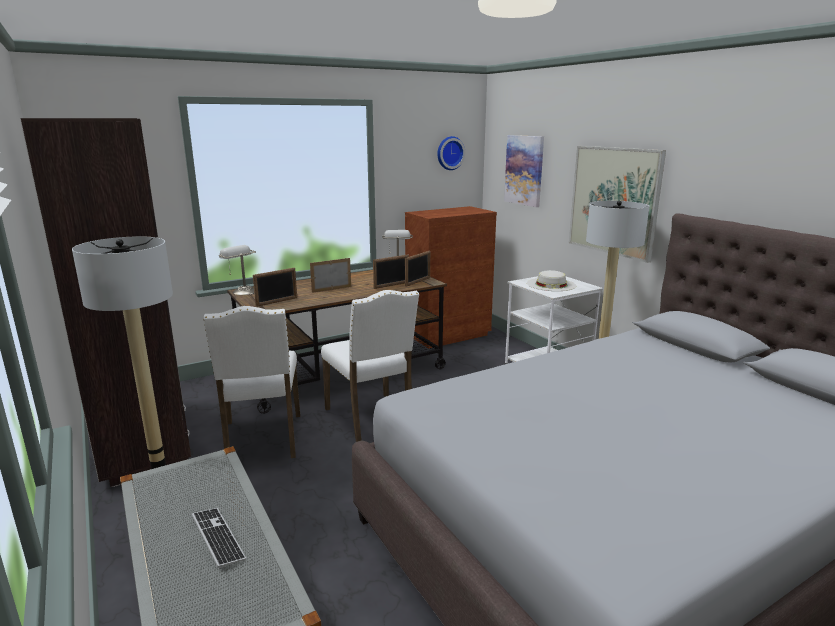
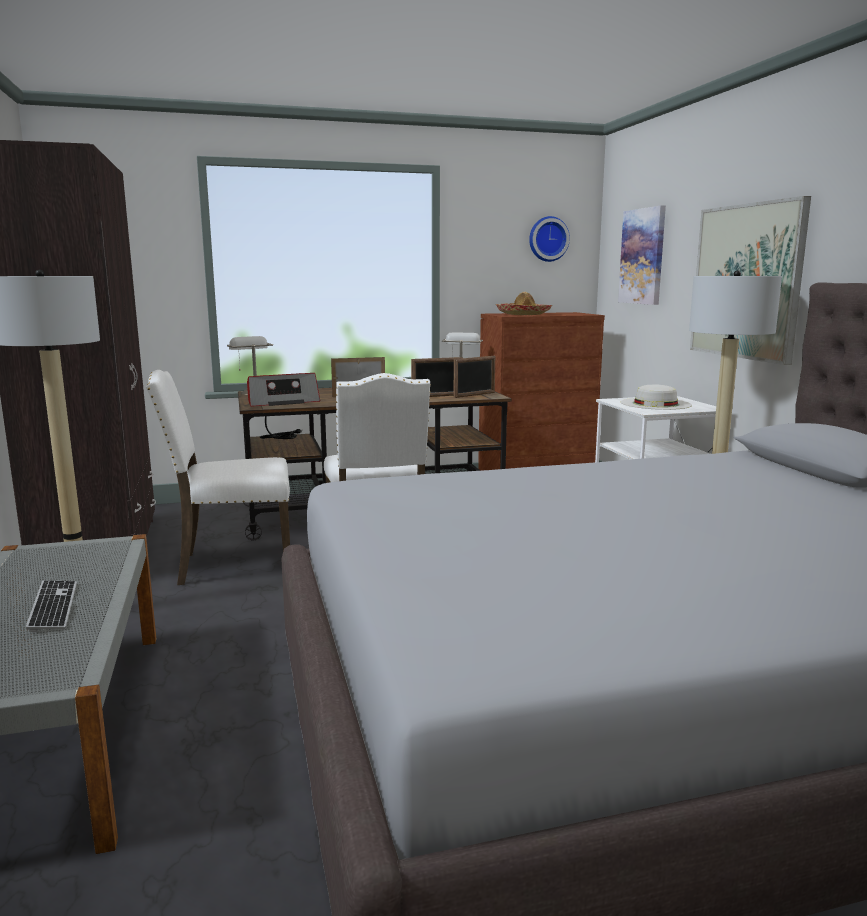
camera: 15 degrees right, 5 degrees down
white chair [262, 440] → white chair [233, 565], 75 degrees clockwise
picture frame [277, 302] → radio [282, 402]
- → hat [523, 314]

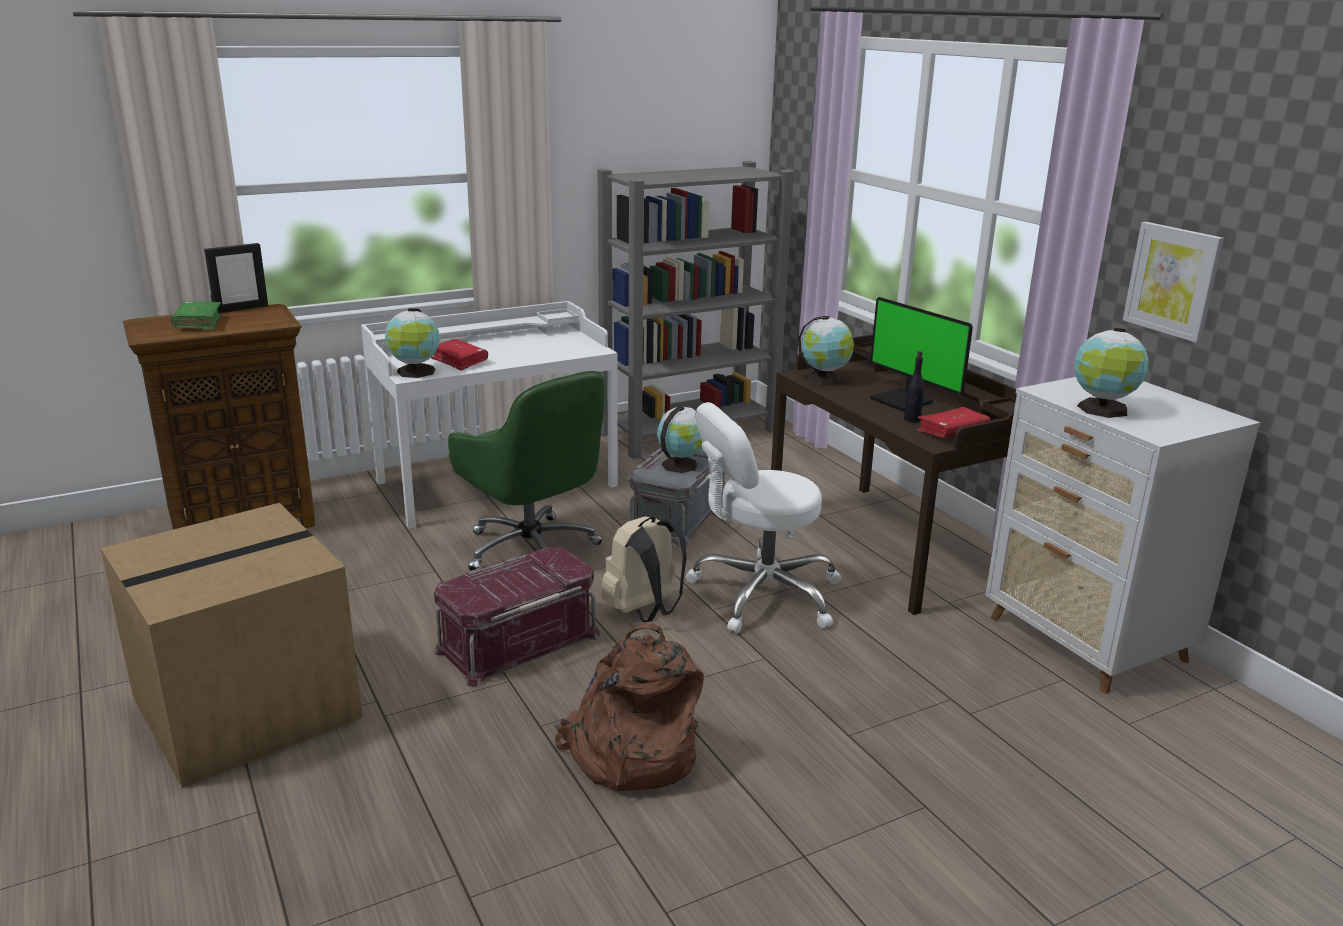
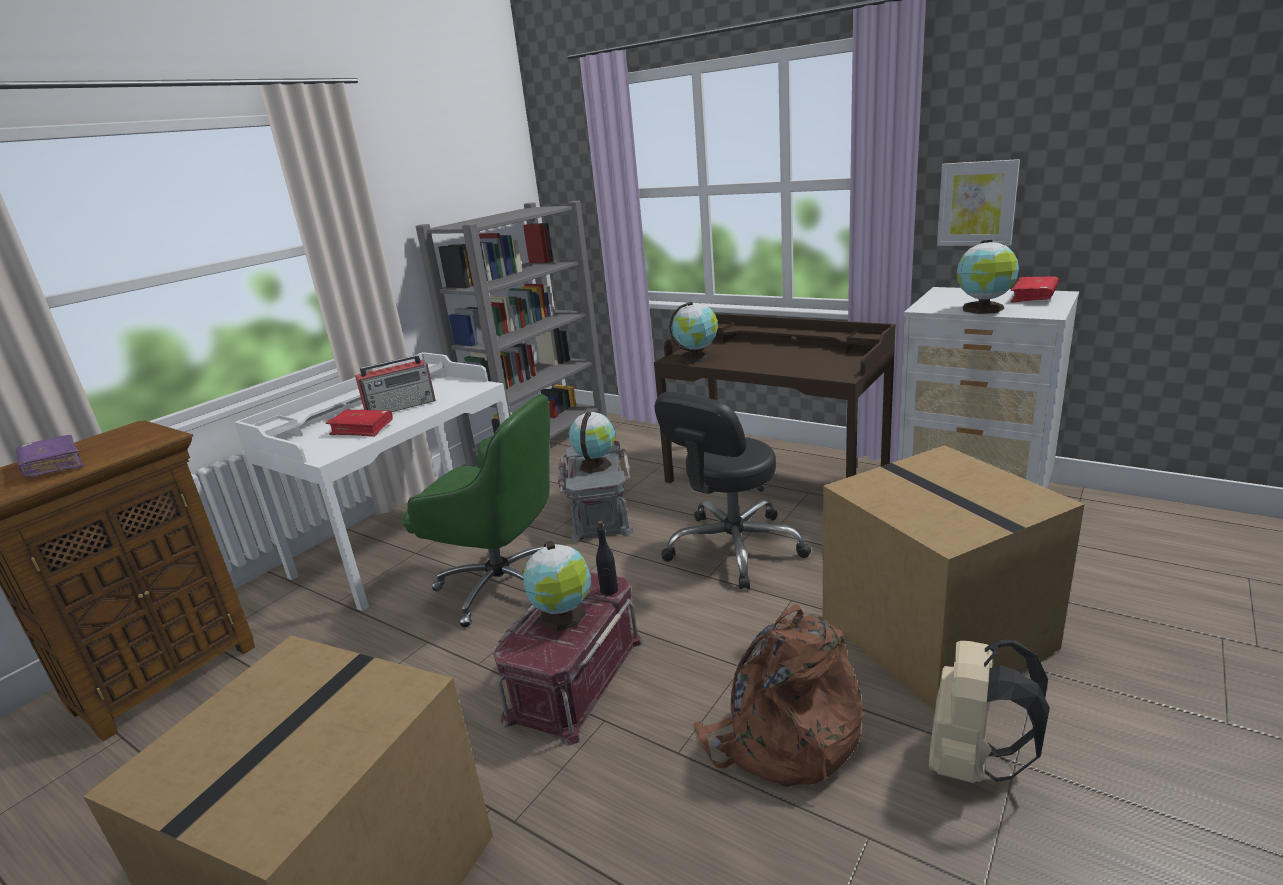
camera: 25 degrees left, 0 degrees up
green book [198, 323] → purple book [53, 465]
- → radio [401, 406]
globe [415, 372] → globe [563, 617], shifted
black bottle [912, 420] → black bottle [609, 590], shifted
white office chair [758, 596] → black office chair [731, 551]
- → cardboard box [939, 633]
beige backpack [645, 612] → beige backpack [973, 762], shifted
red book [952, 432] → red book [1033, 297], shifted
picture frame [241, 308] → -
monitor [904, 400] → -

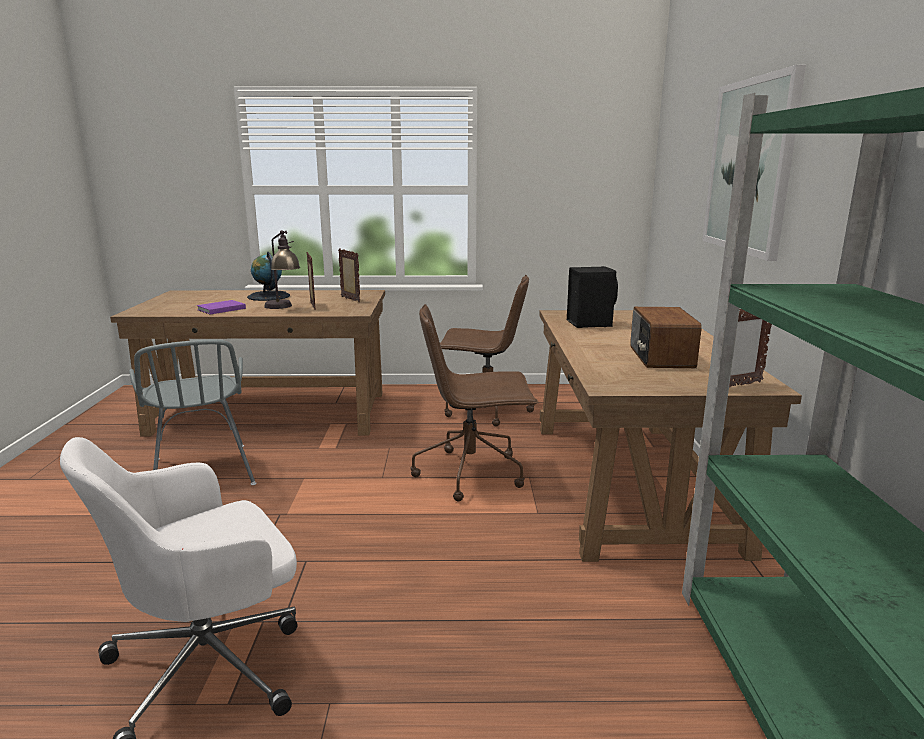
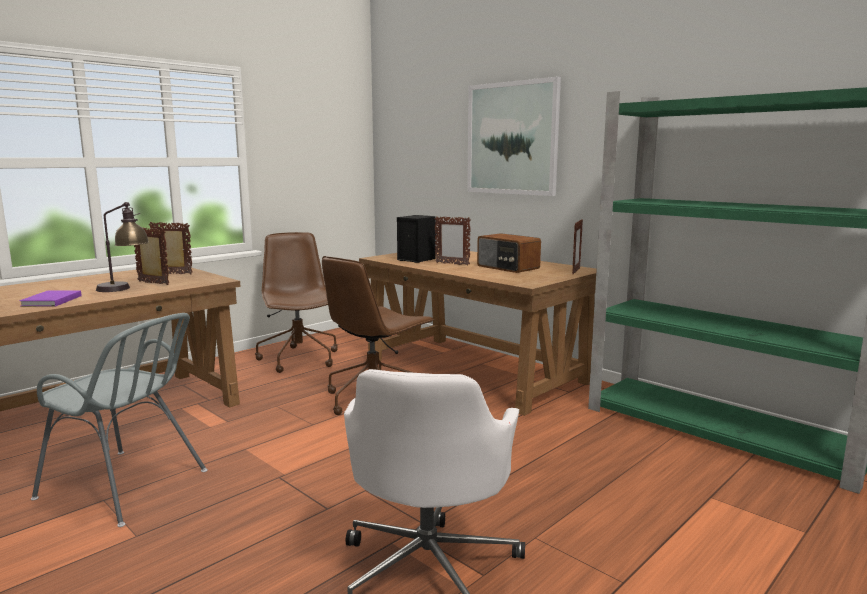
camera: 45 degrees left, 5 degrees down
brown office chair [482, 409] → brown office chair [300, 360], 75 degrees counterclockwise
- → picture frame [452, 264]
globe [268, 296] → -

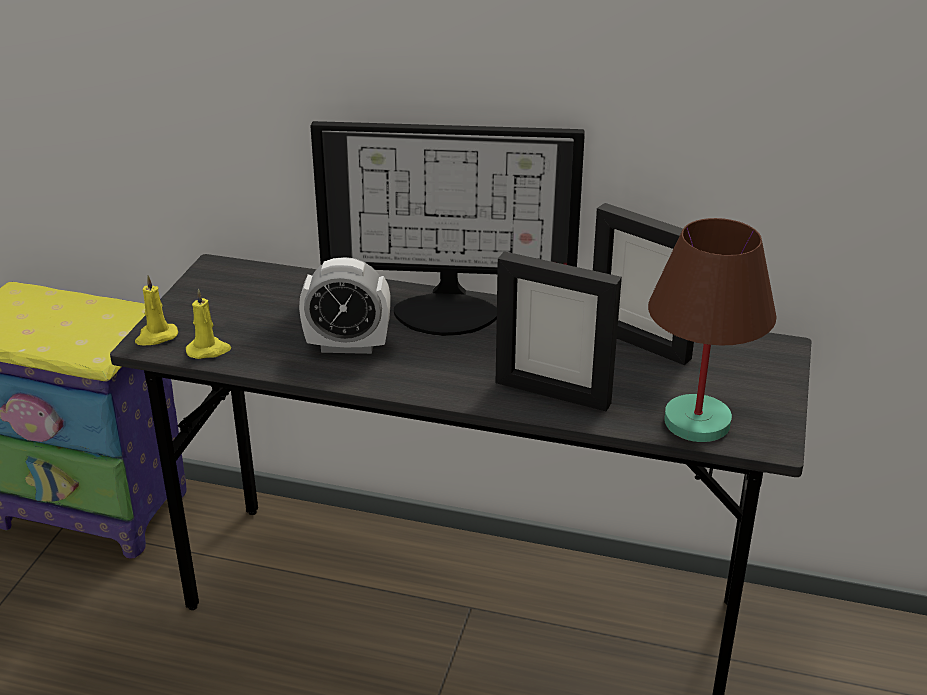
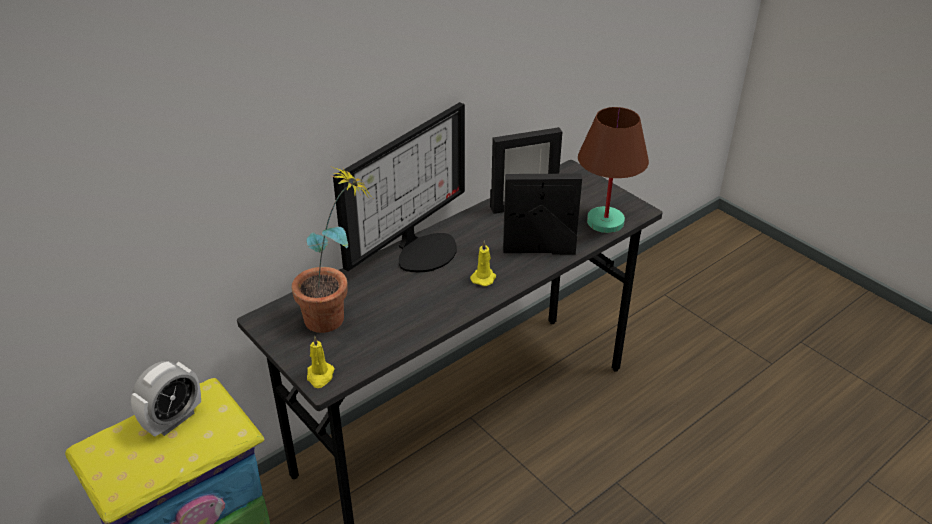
camera: 55 degrees left, 5 degrees up
alarm clock [347, 346] → alarm clock [173, 420], shifted
- → potted plant [337, 316]
yellow candle [209, 350] → yellow candle [484, 277], shifted
picture frame [553, 391] → picture frame [539, 251], 150 degrees counterclockwise

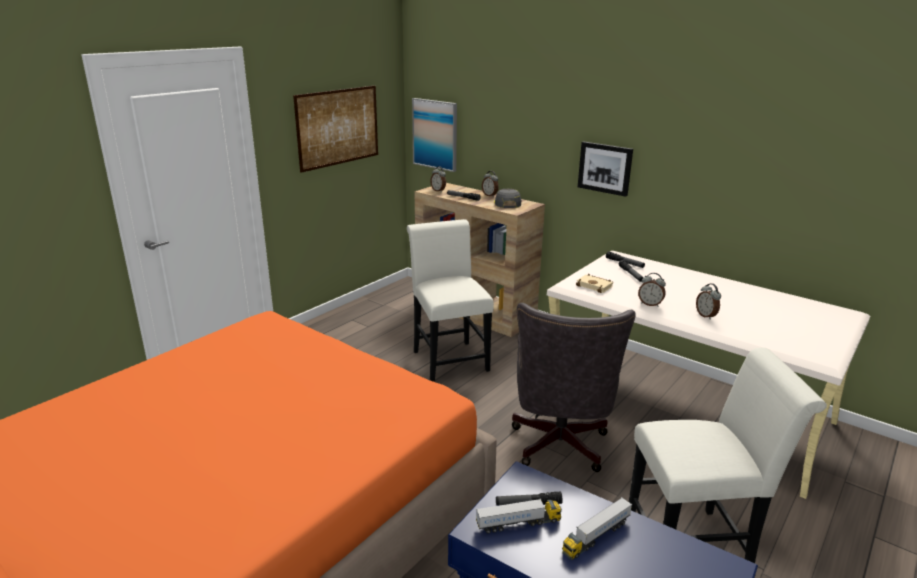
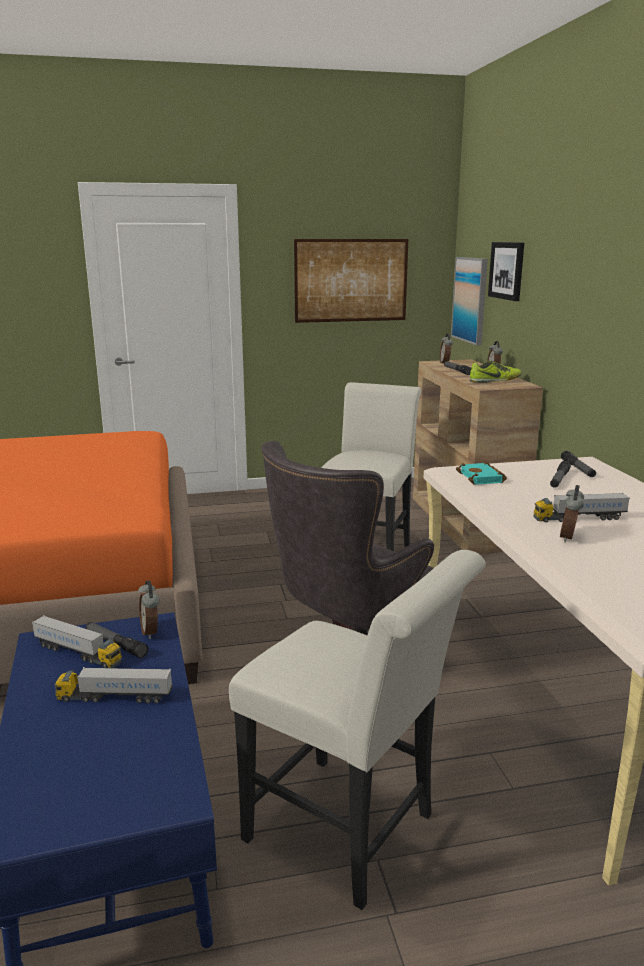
camera: 40 degrees right, 5 degrees down
alarm clock [650, 304] → alarm clock [151, 632], shifted
beige book [595, 286] → turquoise book [482, 478]
grey cap [507, 203] → shoe [495, 381]
picture [605, 168] → picture [507, 270], shifted
- → toy truck [579, 518]

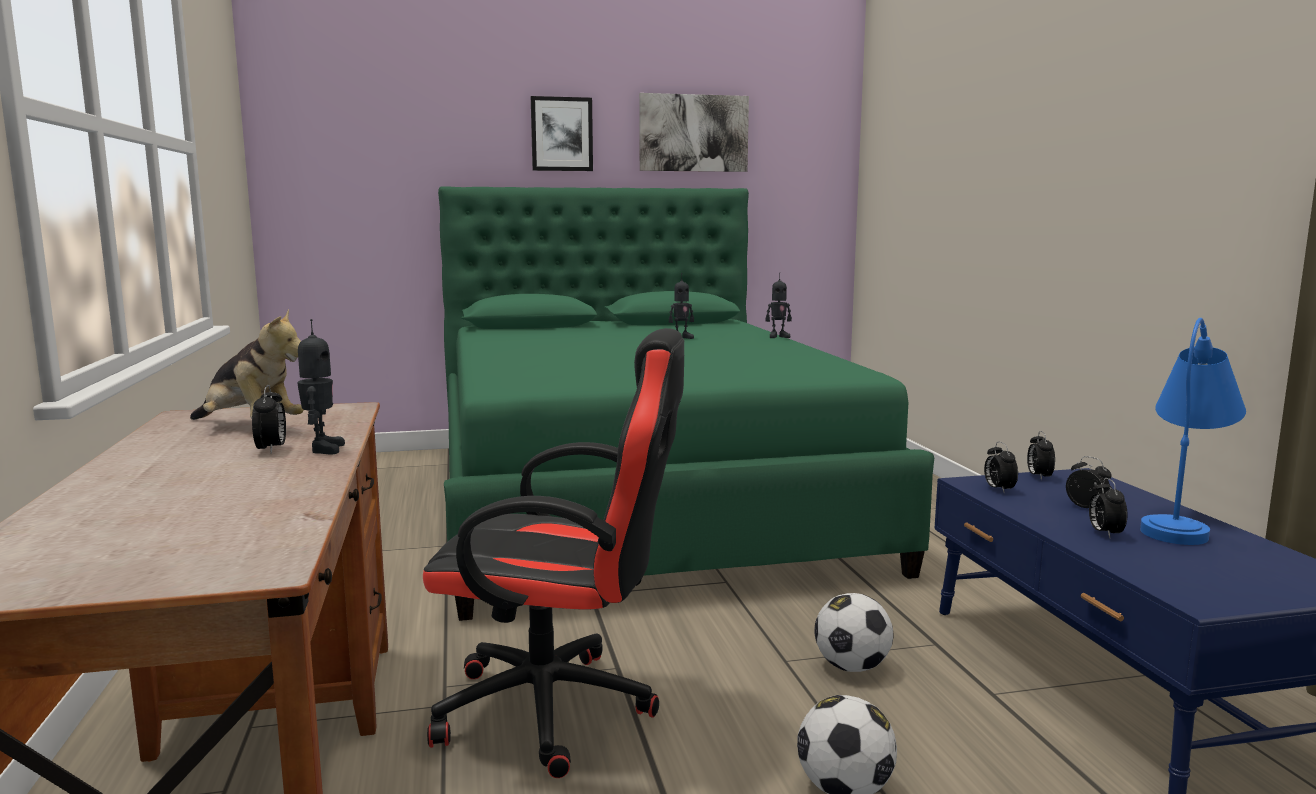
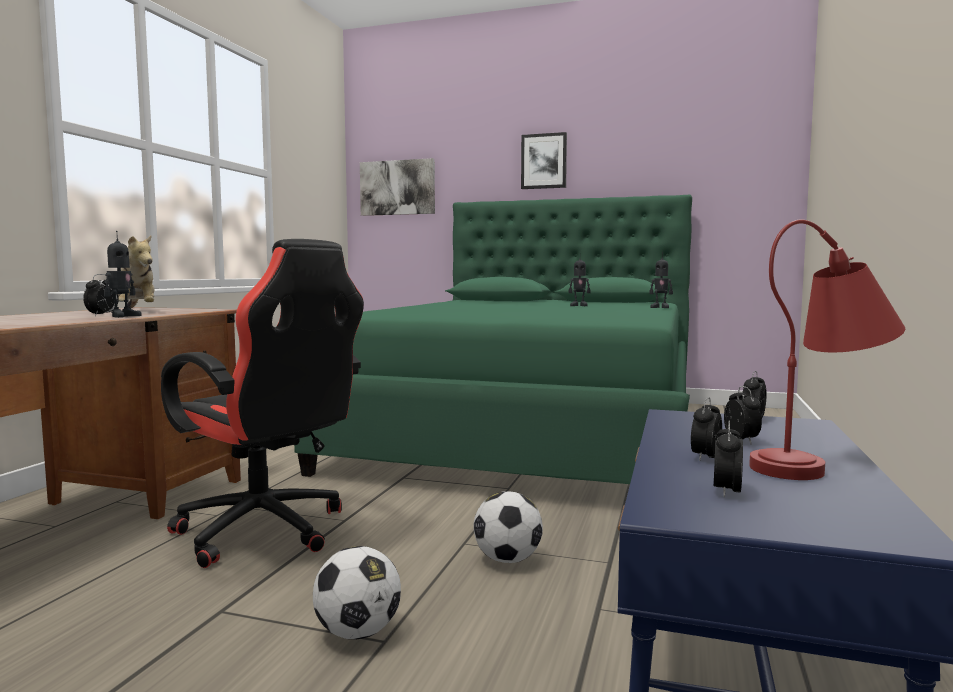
camera: 30 degrees right, 5 degrees down
picture [693, 133] → picture [397, 187], shifted
alarm clock [998, 489] → alarm clock [726, 492], shifted
blue table lamp [1183, 523] → red table lamp [822, 464]

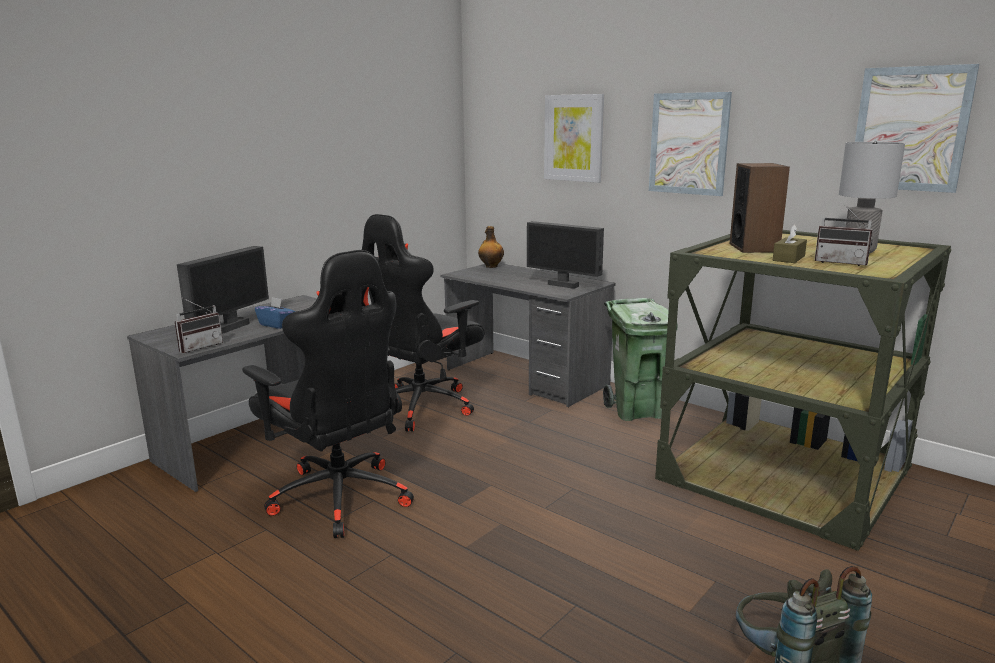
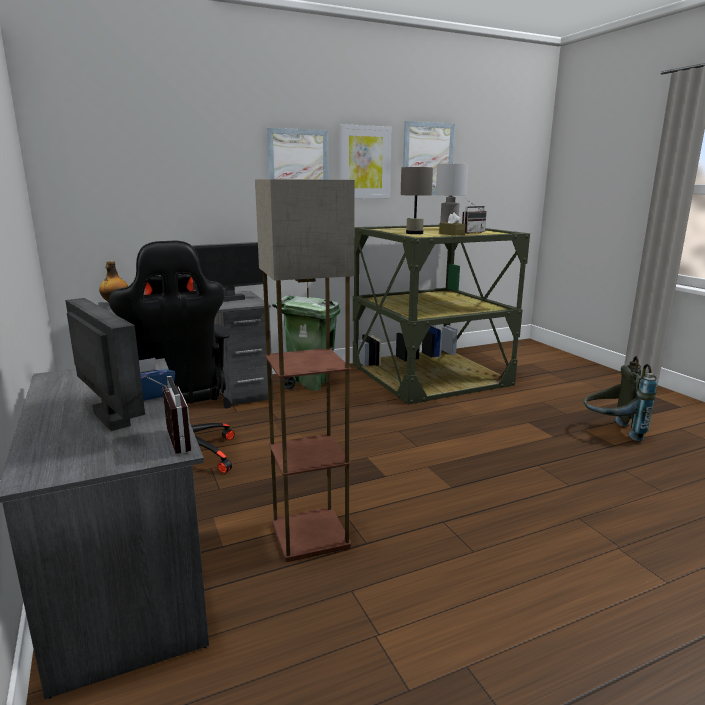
camera: 65 degrees left, 0 degrees up
black office chair [334, 493] → floor lamp [311, 535]
picture [574, 138] → picture [364, 162], shifted
speaker [754, 248] → grey table lamp [415, 233]

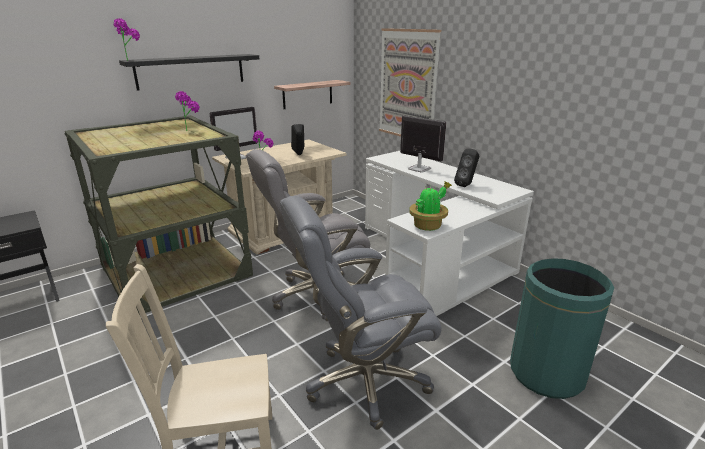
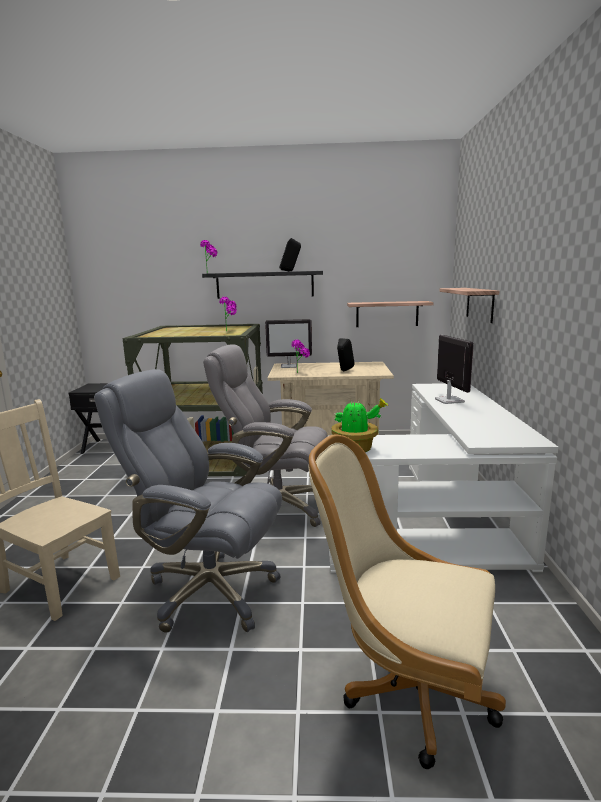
camera: 40 degrees right, 10 degrees down
black speaker [466, 185] → black speaker [290, 271], shifted
green trash can [546, 373] → beige office chair [405, 690]
picture [407, 85] → shelf [480, 304]

